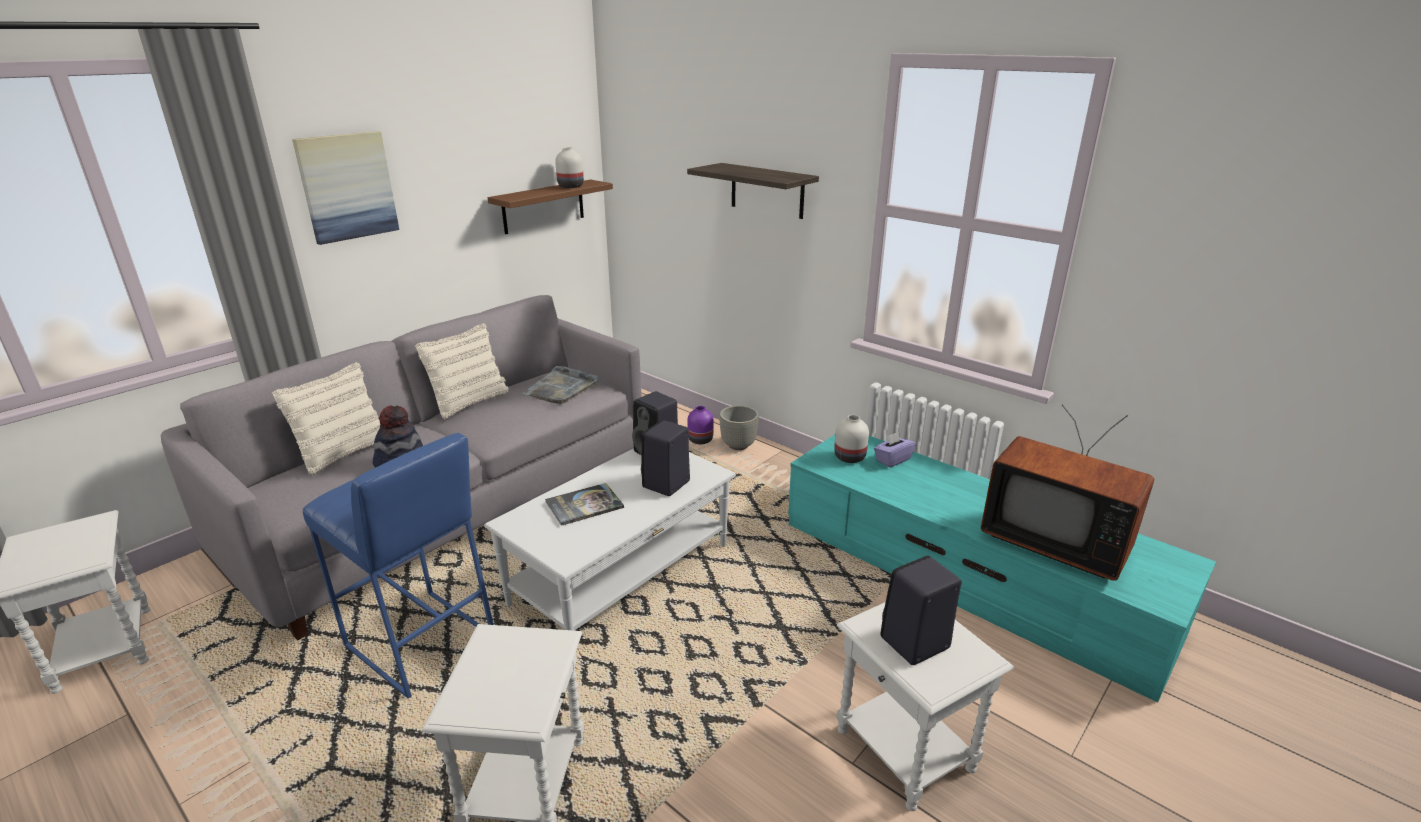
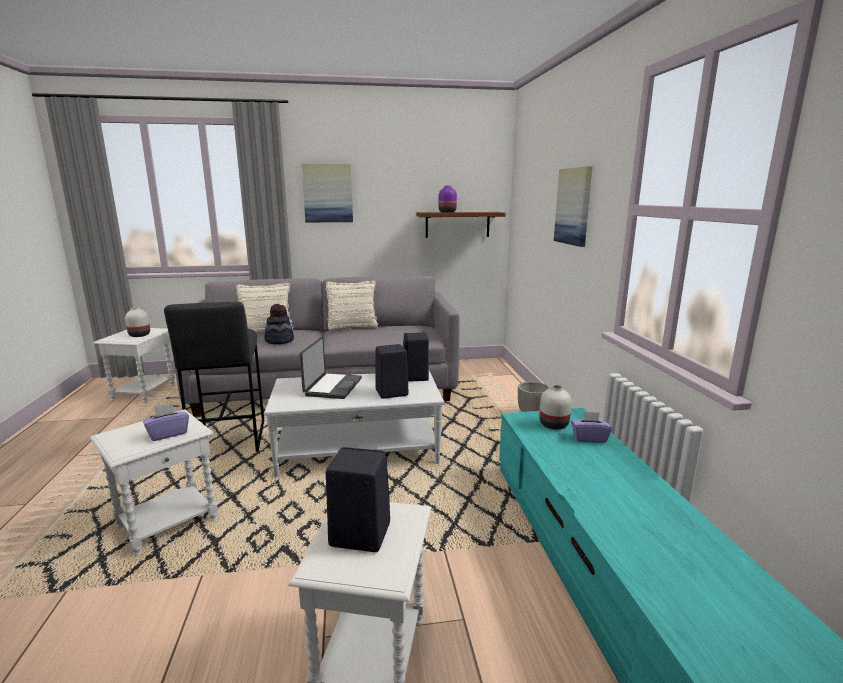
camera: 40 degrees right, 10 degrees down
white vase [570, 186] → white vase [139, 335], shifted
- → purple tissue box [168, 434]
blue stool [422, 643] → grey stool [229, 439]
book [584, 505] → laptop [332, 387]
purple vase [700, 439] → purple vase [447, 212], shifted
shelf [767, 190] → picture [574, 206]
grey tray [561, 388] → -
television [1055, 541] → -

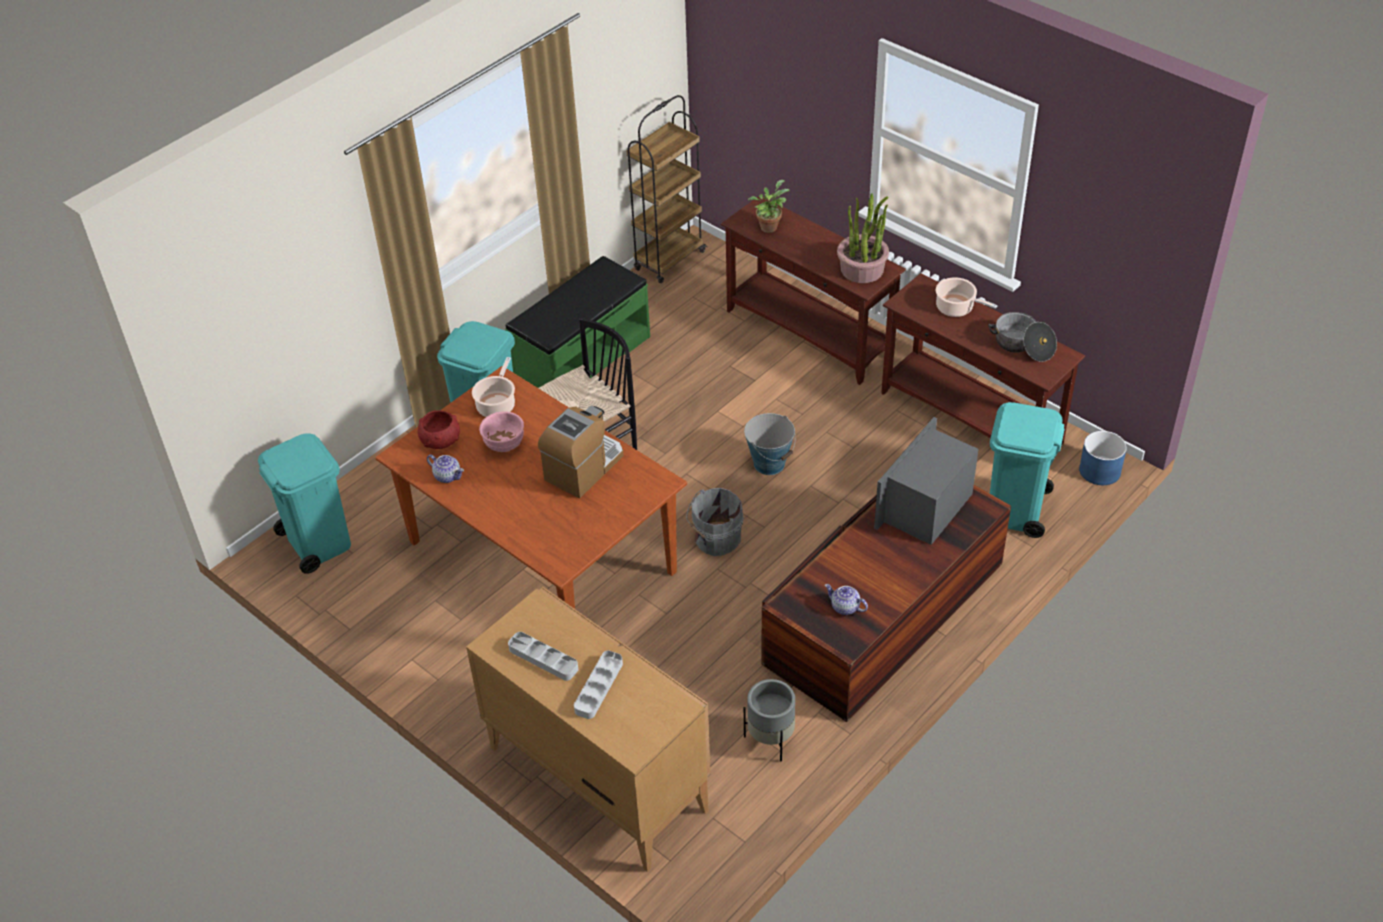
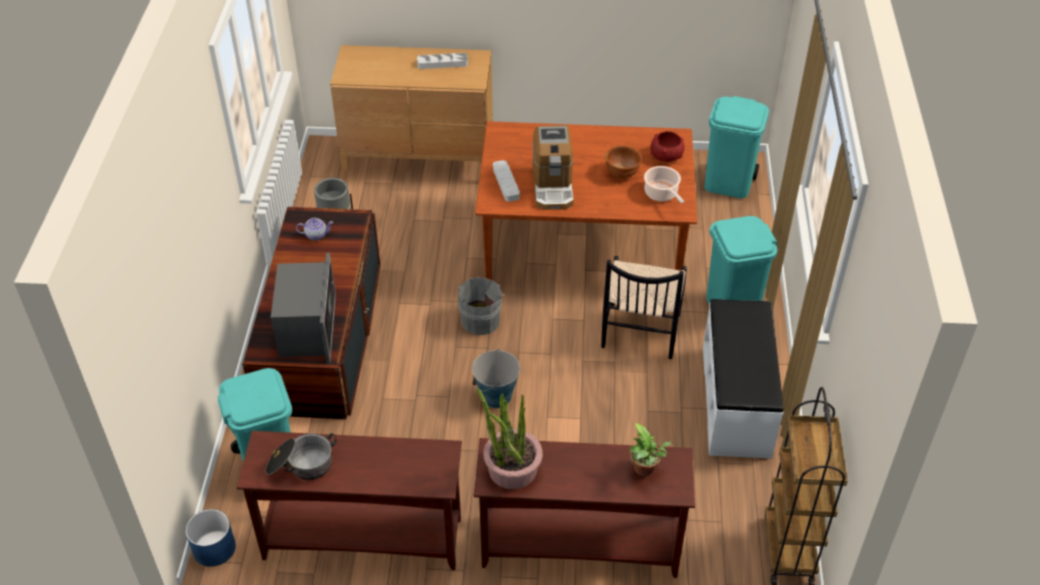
camera: 140 degrees right, 0 degrees up
grey tray [598, 687] → grey tray [506, 183], shifted
pink bowl [504, 444] → brown bowl [622, 174]
green bench [581, 358] → white bench [737, 401]
teapot [448, 476] → -
cooking pot [957, 308] → -

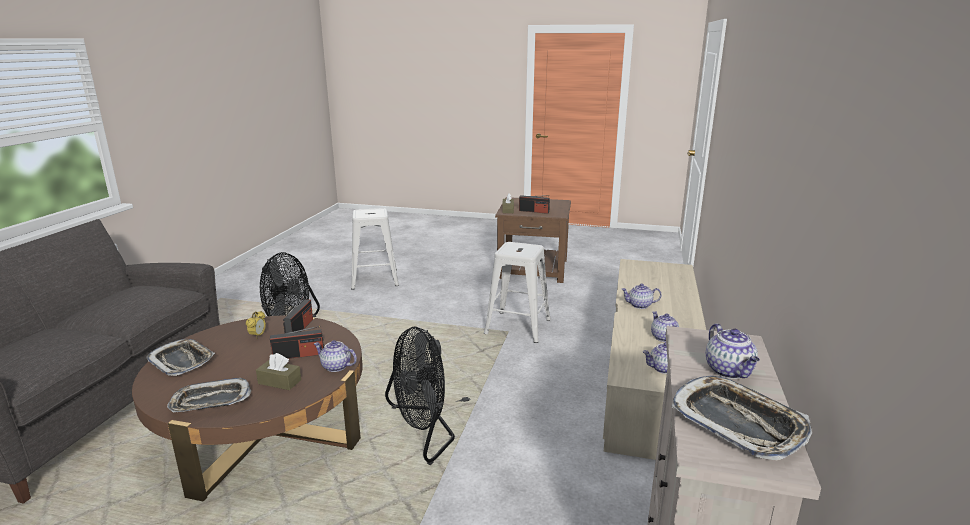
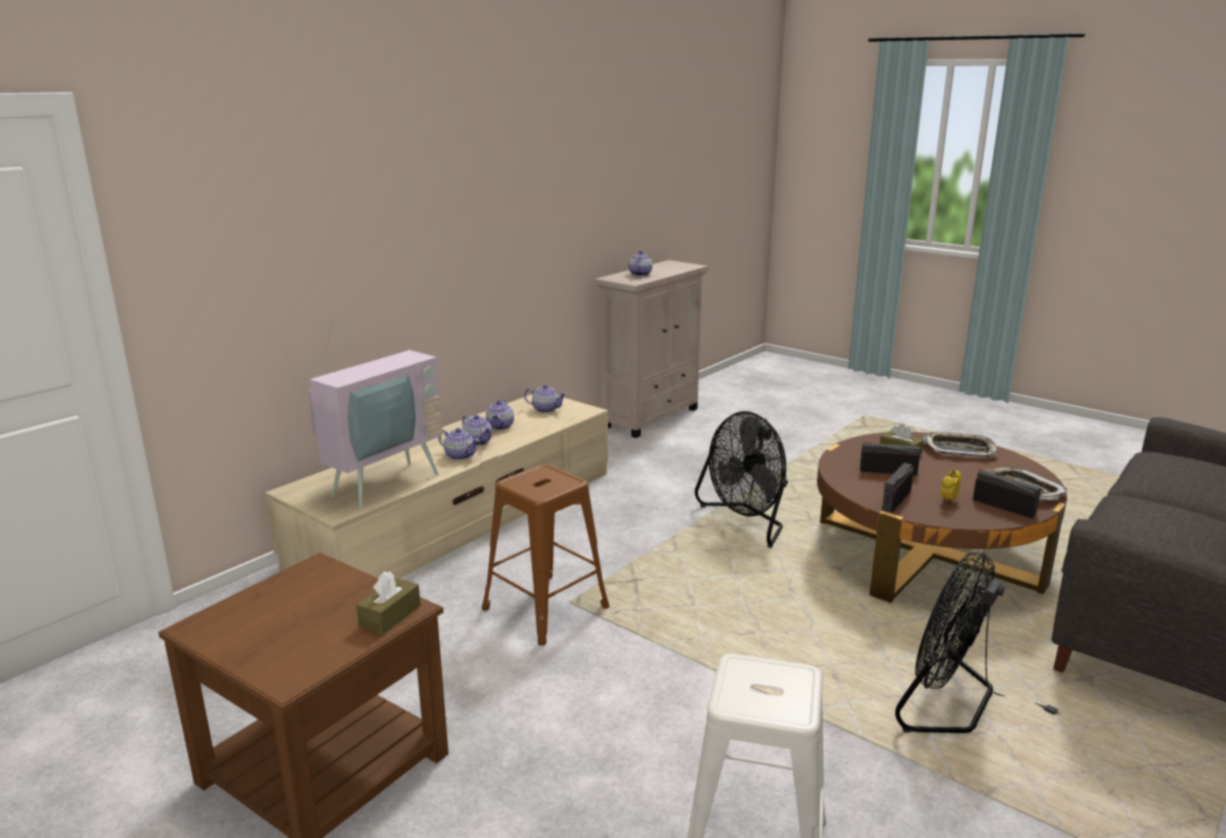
camera: 155 degrees left, 0 degrees up
- → television [380, 482]
teapot [335, 367] → teapot [478, 442], shifted
white stool [518, 327] → brown stool [545, 608]
black fan [428, 426] → black fan [748, 519], 150 degrees clockwise
radio [534, 211] → radio [1003, 507], shifted
tray [737, 422] → -

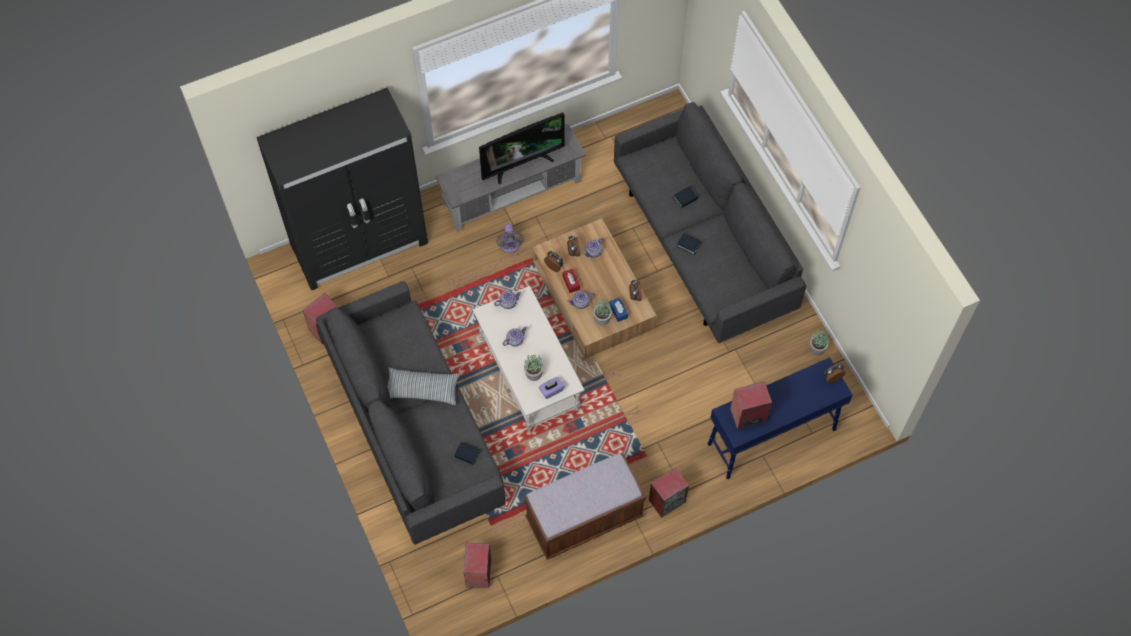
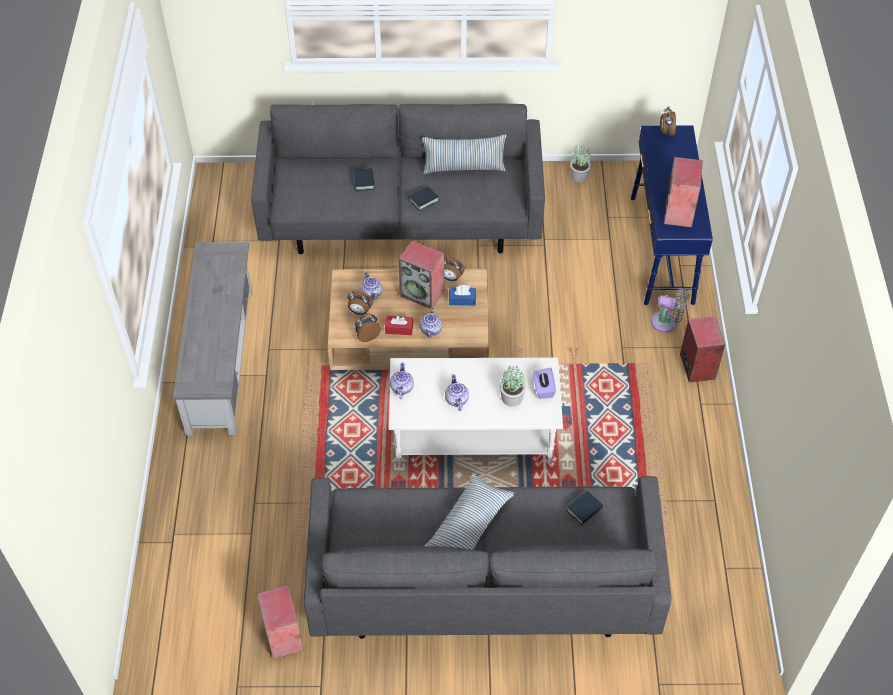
camera: 65 degrees left, 10 degrees down
speaker [479, 573] → speaker [423, 293], shifted
- → pillow [464, 168]
grey fan [510, 246] → grey fan [667, 323], shifted
black cabinet [361, 245] → -
television [521, 164] → -
brown bench [584, 518] → -
potted plant [601, 318] → -

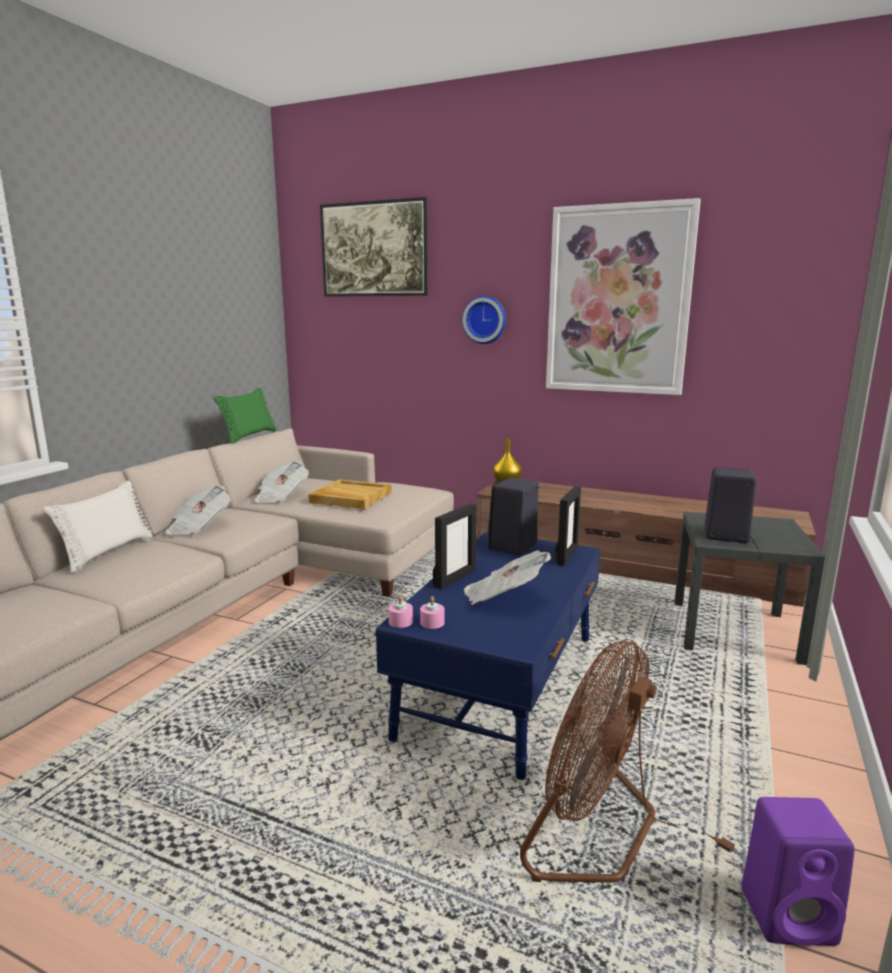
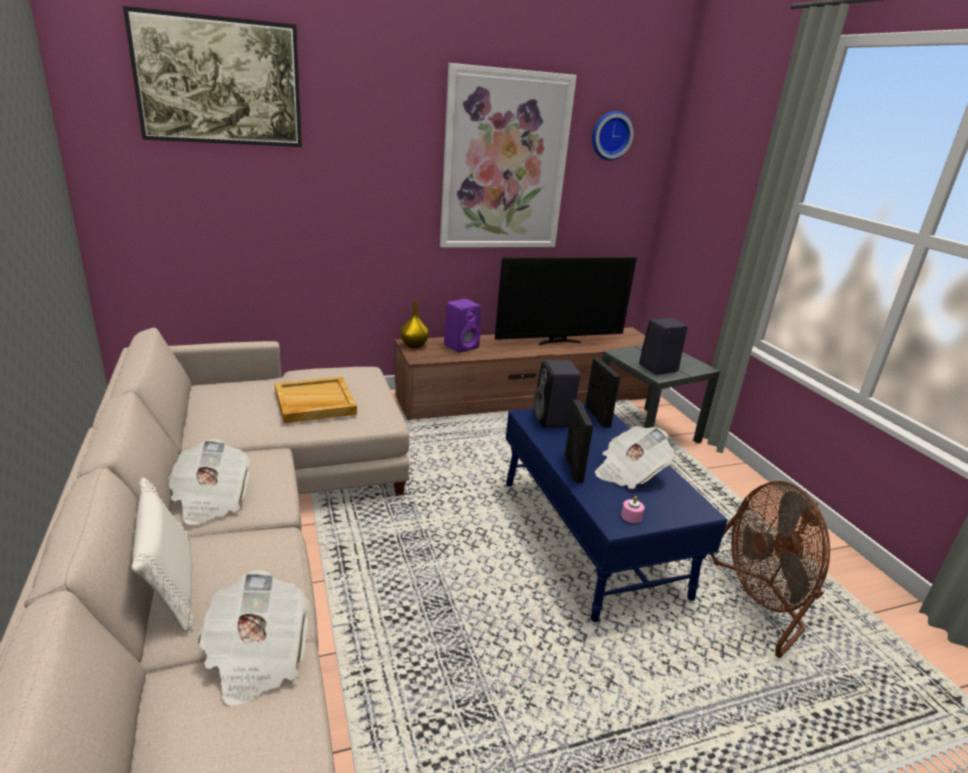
camera: 45 degrees left, 10 degrees up
newspaper [281, 497] → newspaper [256, 657], shifted
purple speaker [790, 915] → purple speaker [462, 346], shifted
- → television [558, 342]
wall clock [485, 319] → wall clock [610, 135], shifted
green pillow [248, 437] → -
pink candle [400, 621] → -

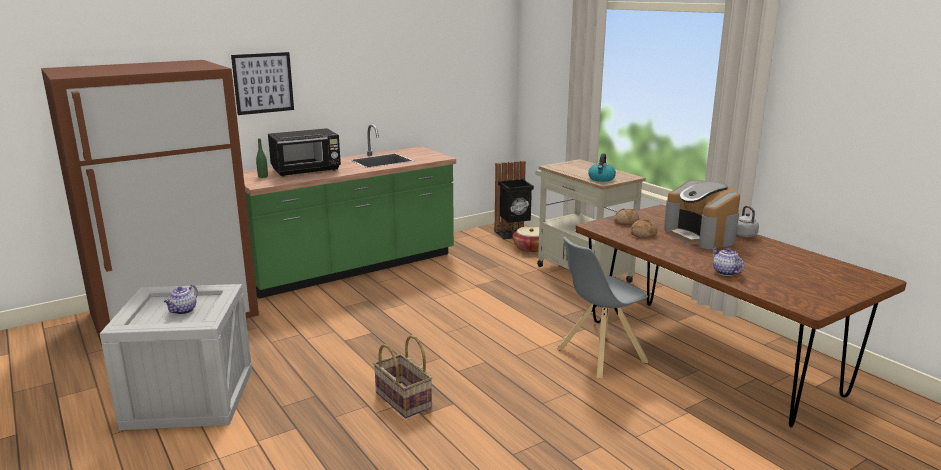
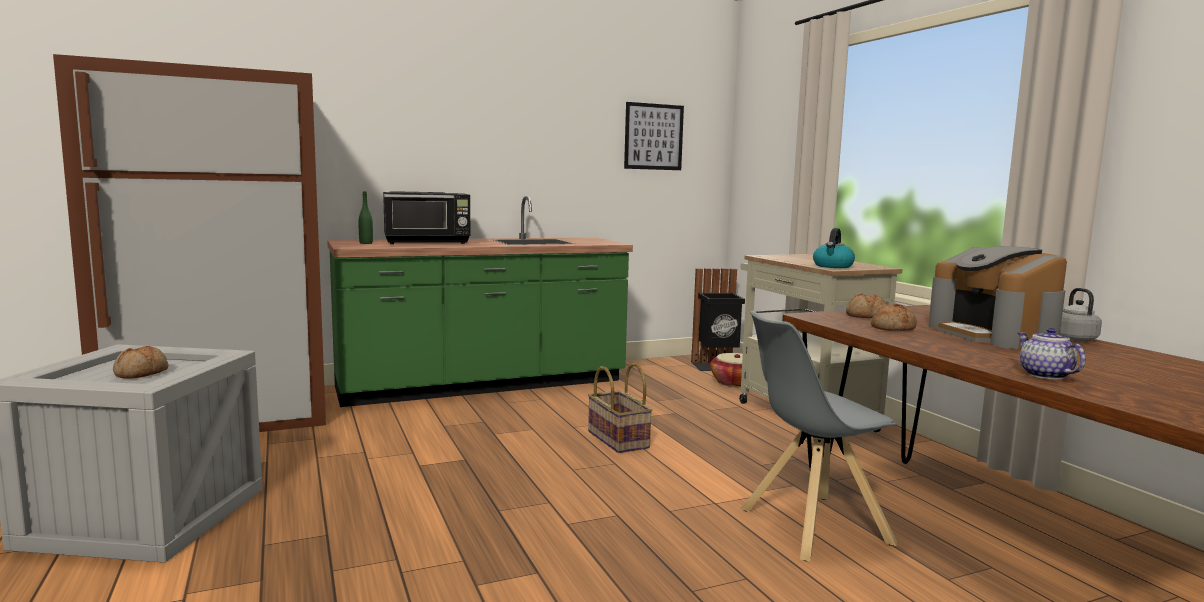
camera: 10 degrees right, 10 degrees down
teapot [183, 311] → bread [141, 373]
basket [402, 400] → basket [616, 440], shifted
picture [263, 83] → picture [653, 137], shifted

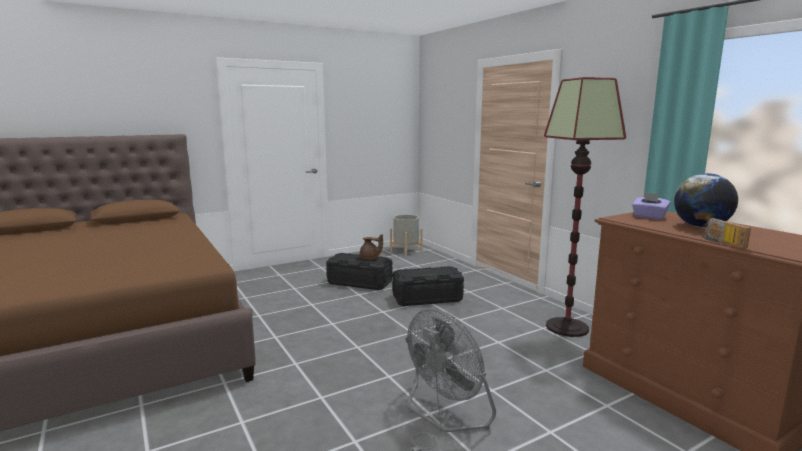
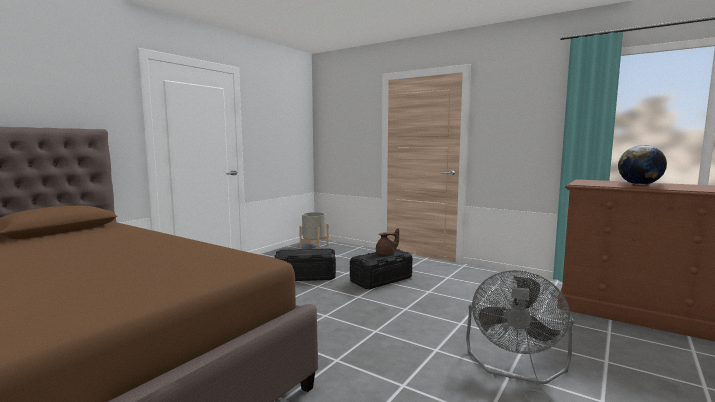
camera: 25 degrees left, 5 degrees down
brown teapot [370, 258] → brown teapot [386, 253], shifted
floor lamp [567, 327] → -
purple tissue box [649, 217] → -
radio [720, 242] → -

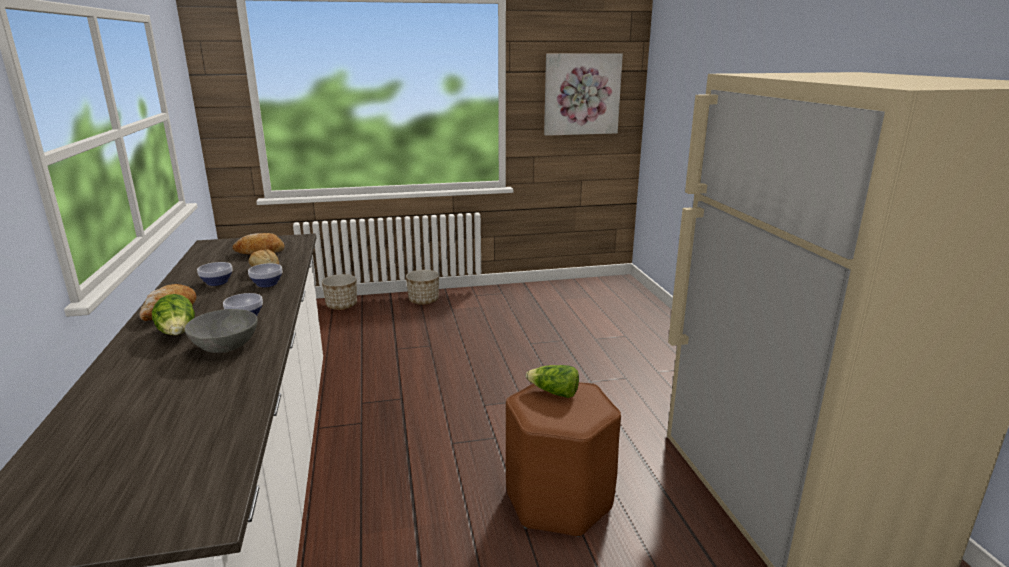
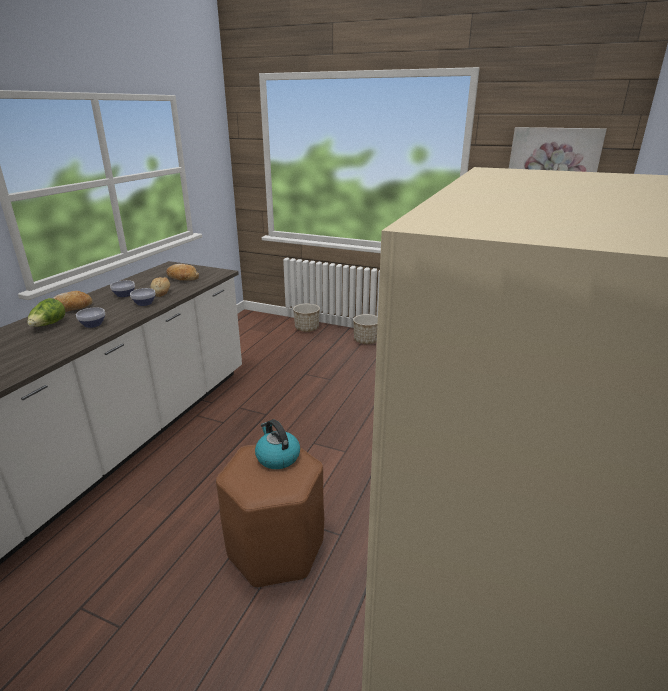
camera: 35 degrees right, 5 degrees up
lettuce [554, 393] → kettle [277, 457]
grey bowl [226, 347] → -

